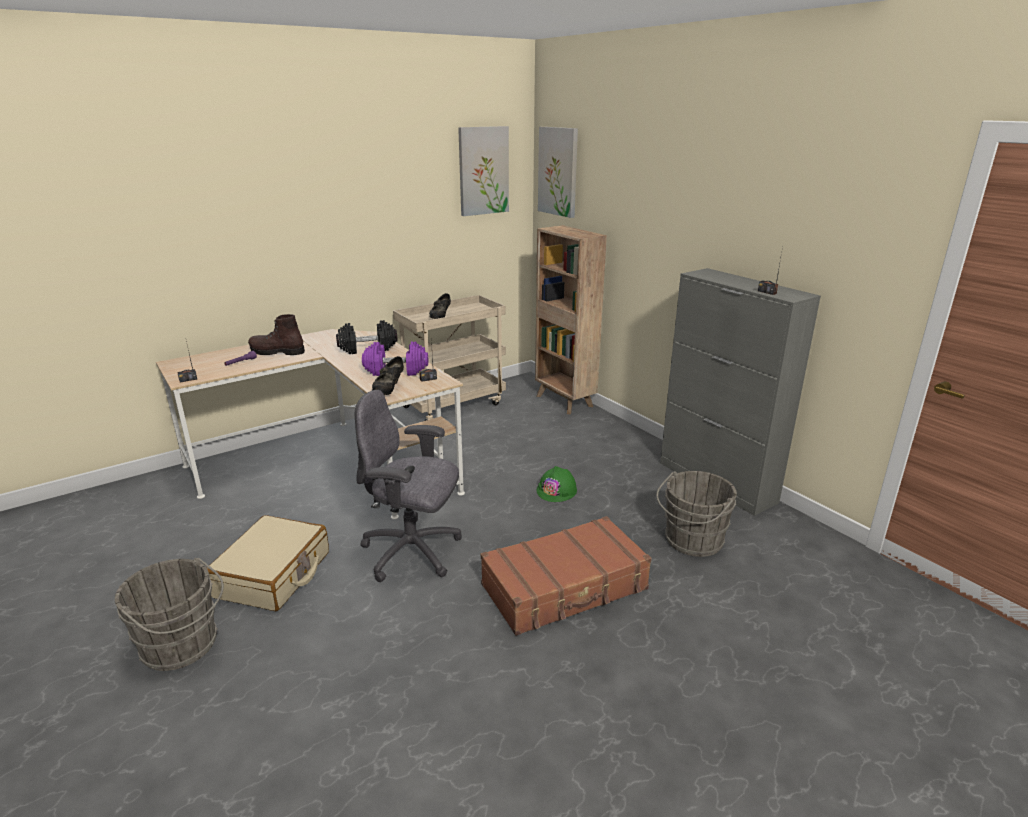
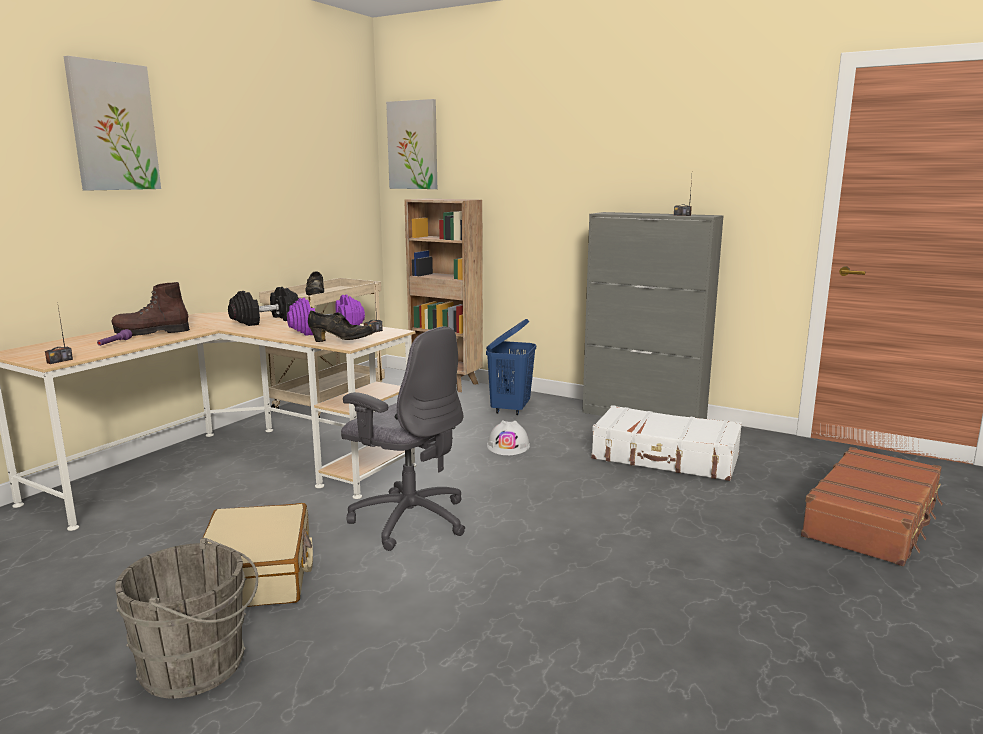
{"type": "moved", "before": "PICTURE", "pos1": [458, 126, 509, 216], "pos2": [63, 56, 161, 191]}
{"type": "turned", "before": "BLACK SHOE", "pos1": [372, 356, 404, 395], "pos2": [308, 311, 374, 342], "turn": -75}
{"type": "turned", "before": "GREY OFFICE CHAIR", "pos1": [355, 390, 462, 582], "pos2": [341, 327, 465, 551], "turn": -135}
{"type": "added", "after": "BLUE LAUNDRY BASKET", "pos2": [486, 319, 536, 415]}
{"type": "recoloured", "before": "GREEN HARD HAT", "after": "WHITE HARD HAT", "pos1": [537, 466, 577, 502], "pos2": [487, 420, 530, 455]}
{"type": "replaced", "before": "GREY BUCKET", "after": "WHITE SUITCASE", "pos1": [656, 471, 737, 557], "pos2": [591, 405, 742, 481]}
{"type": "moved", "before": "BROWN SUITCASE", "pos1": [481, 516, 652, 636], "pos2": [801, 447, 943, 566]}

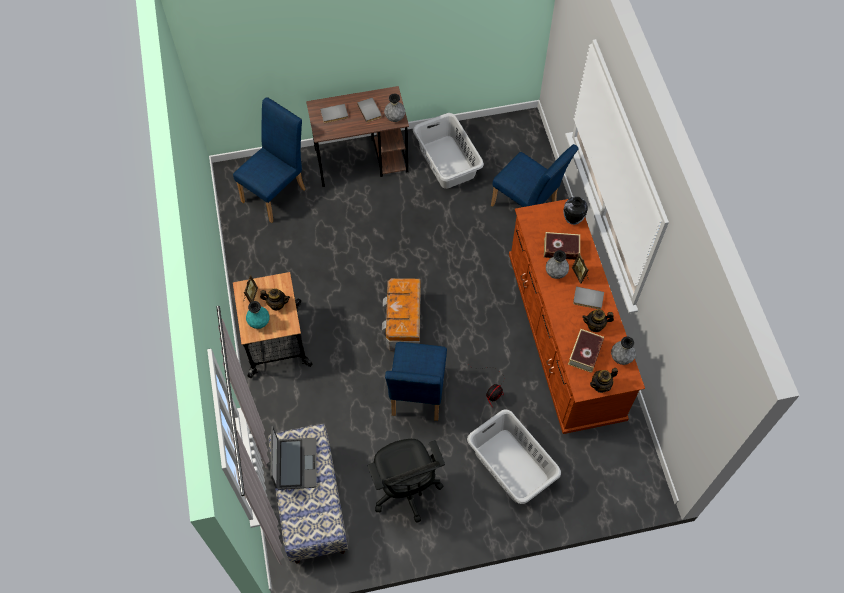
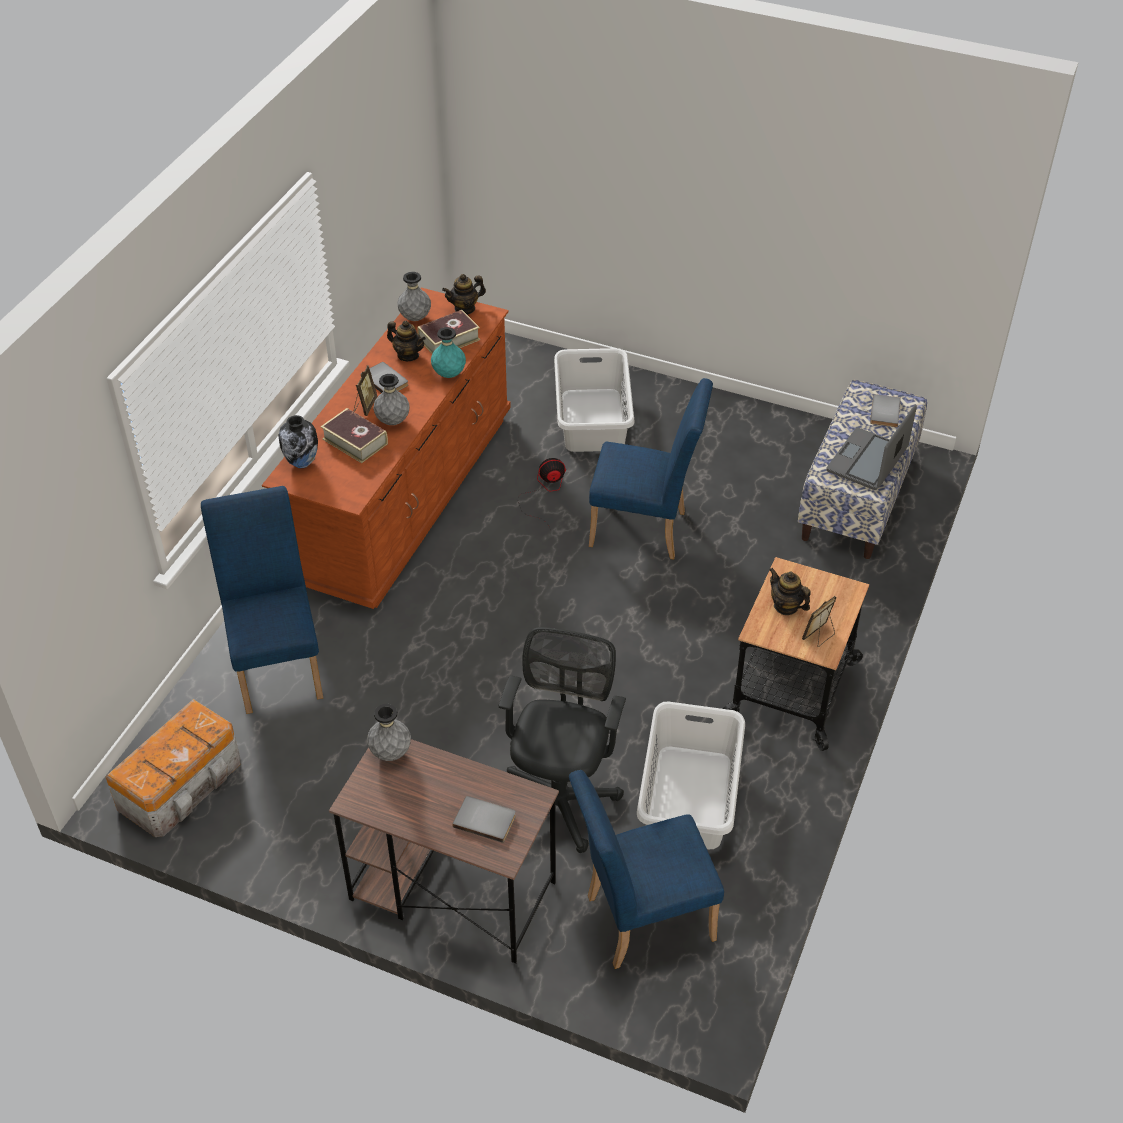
{"type": "moved", "before": "STORAGE BOX", "pos1": [382, 278, 421, 351], "pos2": [106, 699, 240, 837]}
{"type": "moved", "before": "TURQUOISE VASE", "pos1": [246, 301, 269, 329], "pos2": [431, 327, 466, 378]}
{"type": "turned", "before": "TEAPOT", "pos1": [590, 368, 618, 393], "pos2": [442, 274, 486, 315], "turn": 150}
{"type": "moved", "before": "BLACK OFFICE CHAIR", "pos1": [367, 439, 445, 523], "pos2": [499, 627, 626, 853]}
{"type": "turned", "before": "BLUE CHAIR", "pos1": [385, 342, 447, 421], "pos2": [589, 378, 713, 559], "turn": 60}
{"type": "moved", "before": "GREY LAUNDRY BASKET", "pos1": [413, 113, 484, 189], "pos2": [637, 701, 745, 849]}
{"type": "moved", "before": "GREY BOOK", "pos1": [357, 98, 382, 123], "pos2": [870, 394, 901, 427]}

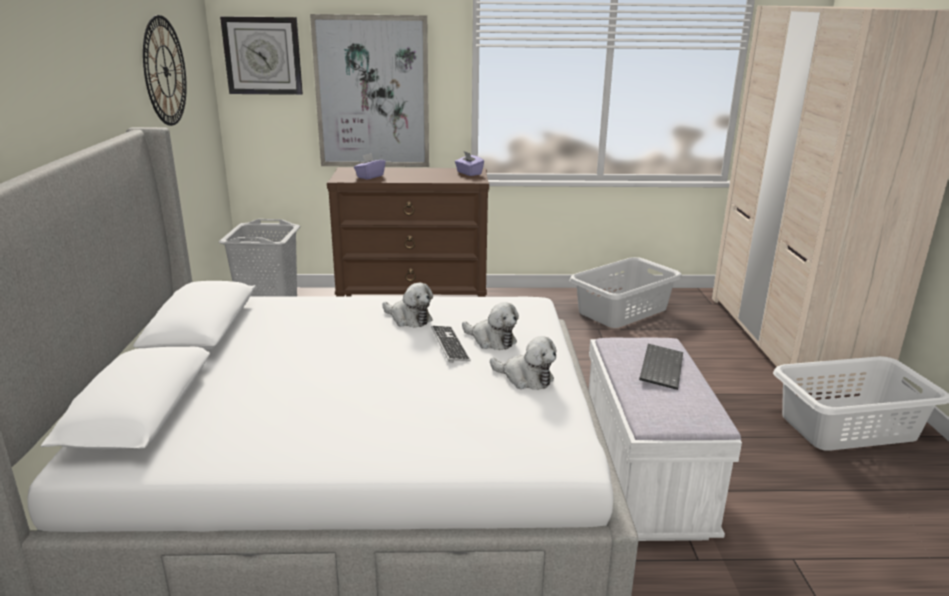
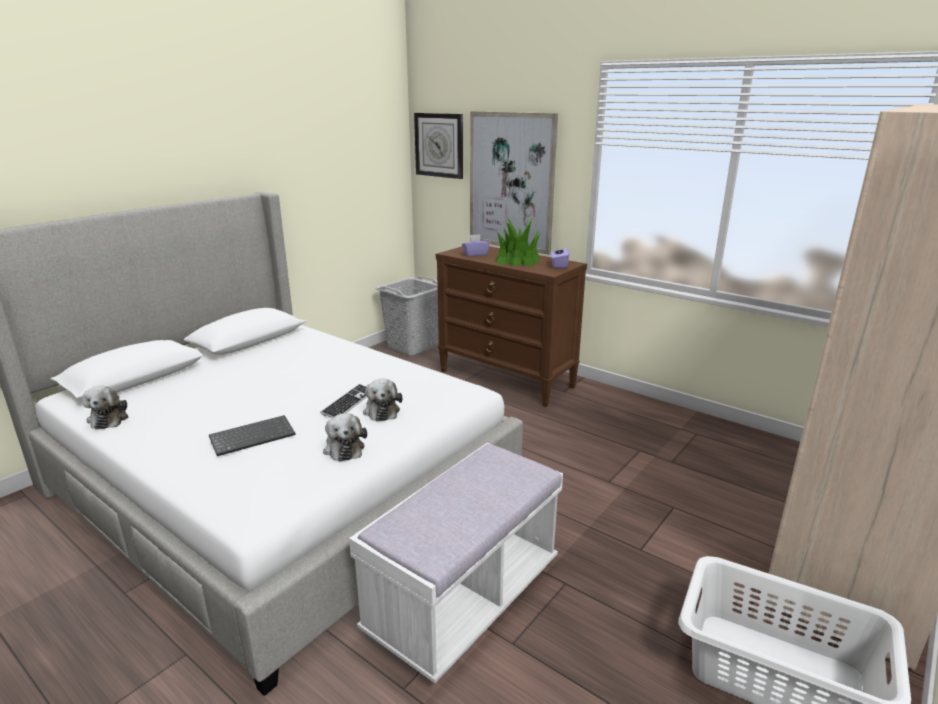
{"type": "moved", "before": "PLUSH TOY", "pos1": [382, 283, 433, 328], "pos2": [82, 386, 128, 430]}
{"type": "moved", "before": "KEYBOARD", "pos1": [639, 344, 683, 390], "pos2": [209, 415, 296, 456]}
{"type": "added", "after": "POTTED PLANT", "pos2": [496, 217, 540, 266]}
{"type": "removed", "before": "WALL CLOCK", "pos1": [143, 15, 187, 126]}
{"type": "removed", "before": "GREY LAUNDRY BASKET", "pos1": [569, 257, 682, 328]}

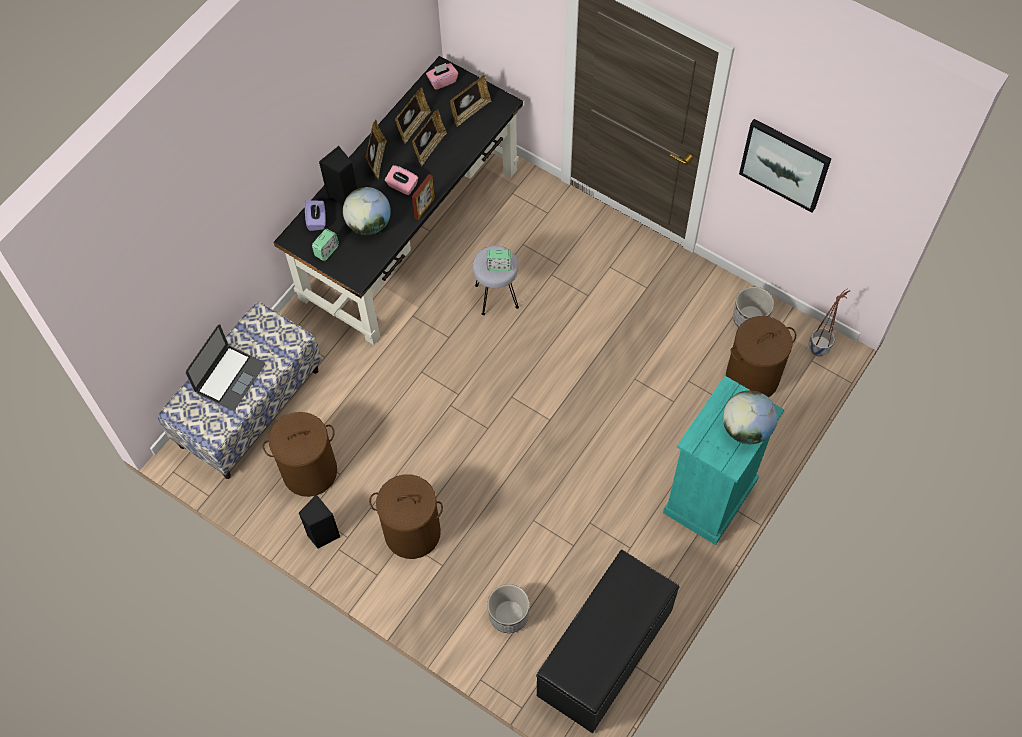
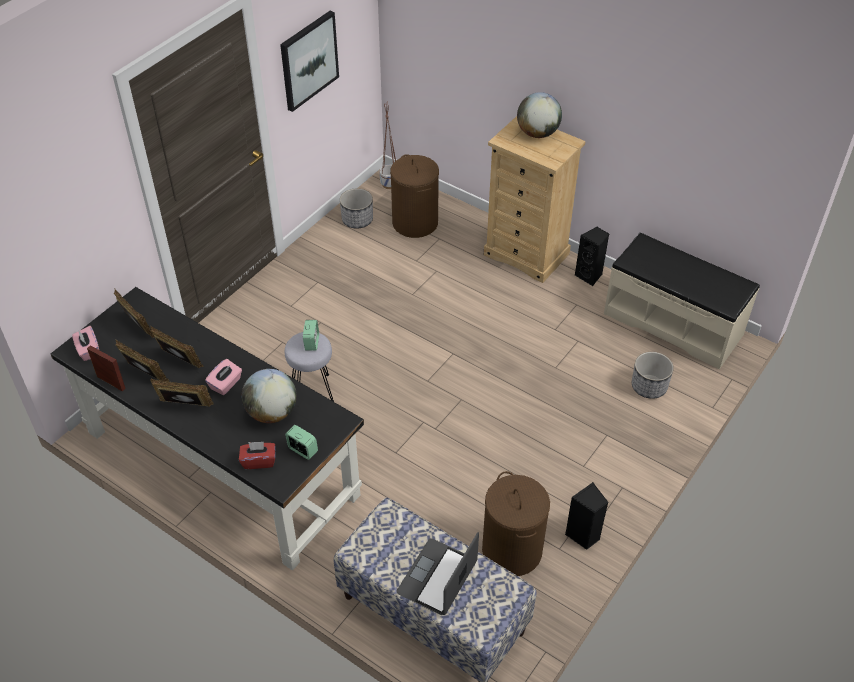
{"type": "moved", "before": "PICTURE FRAME", "pos1": [412, 174, 435, 220], "pos2": [87, 345, 125, 391]}
{"type": "recoloured", "before": "PURPLE TISSUE BOX", "after": "RED TISSUE BOX", "pos1": [305, 200, 326, 231], "pos2": [239, 442, 275, 469]}
{"type": "turned", "before": "LAPTOP", "pos1": [186, 324, 265, 411], "pos2": [396, 532, 479, 615], "turn": -90}
{"type": "recoloured", "before": "TURQUOISE DRESSER", "after": "BEIGE DRESSER", "pos1": [663, 376, 784, 545], "pos2": [484, 116, 585, 283]}
{"type": "moved", "before": "BLACK SPEAKER", "pos1": [319, 146, 357, 206], "pos2": [575, 227, 609, 286]}
{"type": "recoloured", "before": "BLACK BENCH", "after": "BEIGE BENCH", "pos1": [536, 550, 679, 733], "pos2": [604, 233, 760, 369]}
{"type": "removed", "before": "BROWN LAUNDRY BASKET", "pos1": [369, 474, 443, 559]}

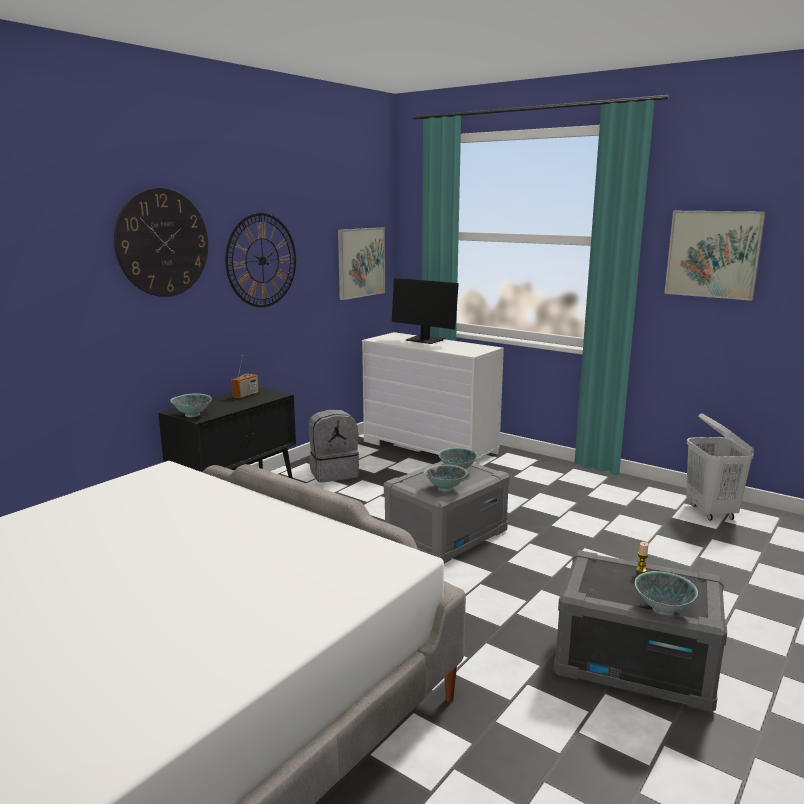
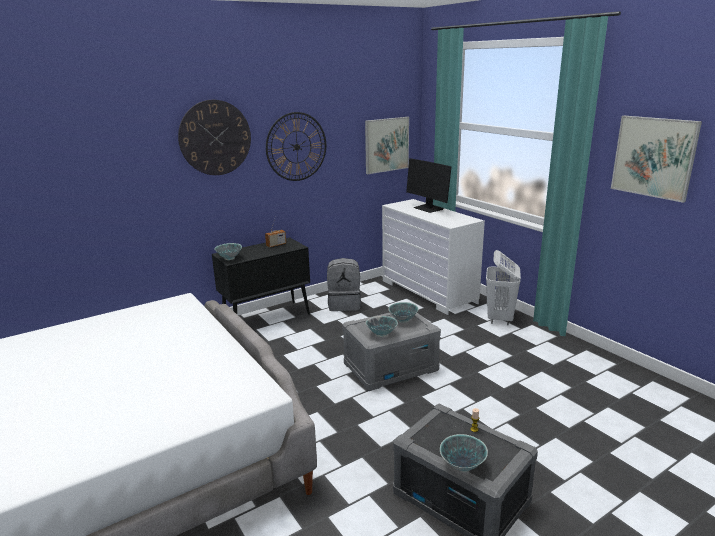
{"type": "moved", "before": "WHITE LAUNDRY BASKET", "pos1": [686, 413, 754, 521], "pos2": [486, 250, 521, 325]}

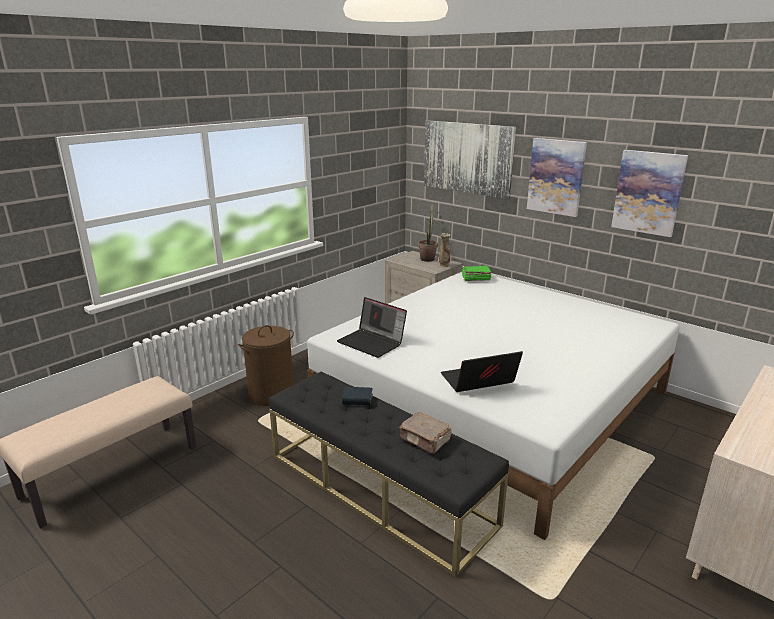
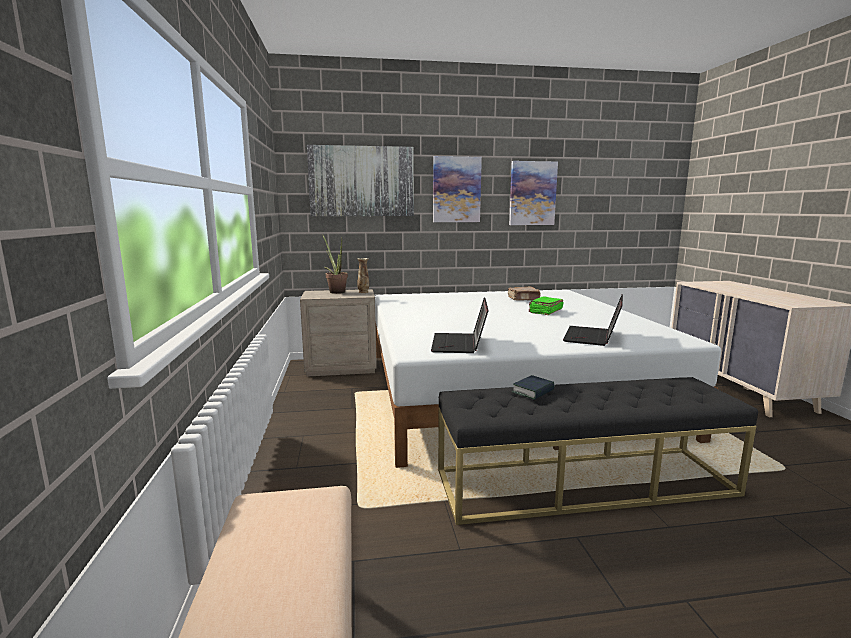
{"type": "turned", "before": "LAPTOP", "pos1": [337, 297, 407, 358], "pos2": [431, 297, 489, 353], "turn": 105}
{"type": "moved", "before": "BROWN BOOK", "pos1": [398, 412, 452, 454], "pos2": [508, 286, 541, 300]}
{"type": "moved", "before": "GREEN BOOK", "pos1": [462, 266, 491, 281], "pos2": [529, 297, 564, 315]}
{"type": "removed", "before": "BROWN LAUNDRY BASKET", "pos1": [238, 325, 294, 406]}

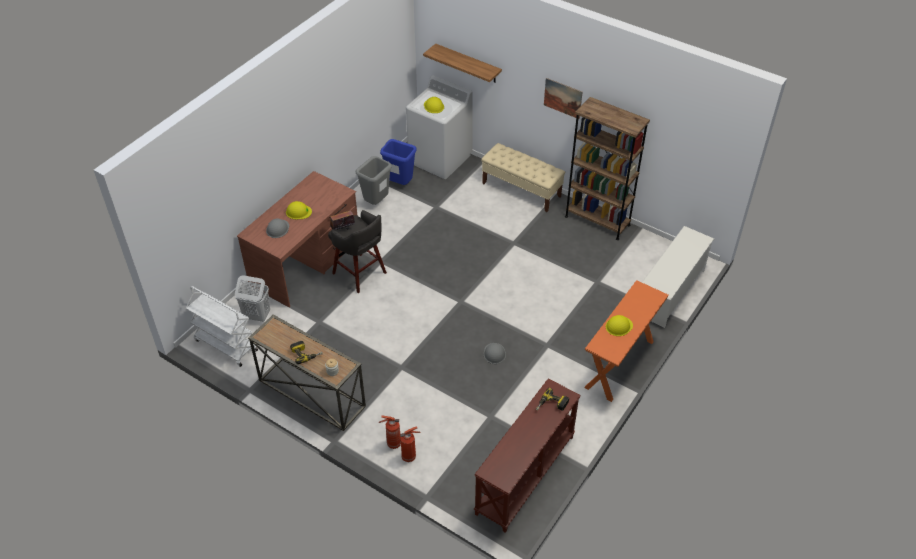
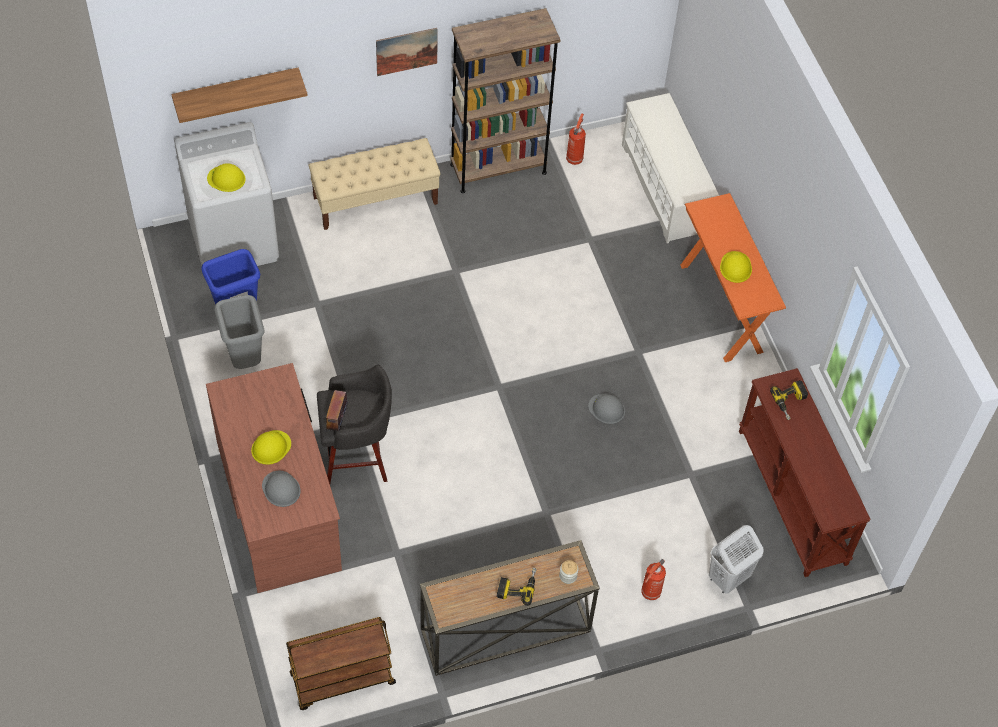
{"type": "recoloured", "before": "WHITE CART", "after": "BROWN CART", "pos1": [186, 286, 258, 367], "pos2": [286, 617, 396, 710]}
{"type": "moved", "before": "FIRE EXTINGUISHER", "pos1": [400, 426, 421, 462], "pos2": [566, 113, 586, 165]}
{"type": "moved", "before": "WHITE LAUNDRY BASKET", "pos1": [235, 275, 270, 322], "pos2": [709, 525, 764, 594]}

